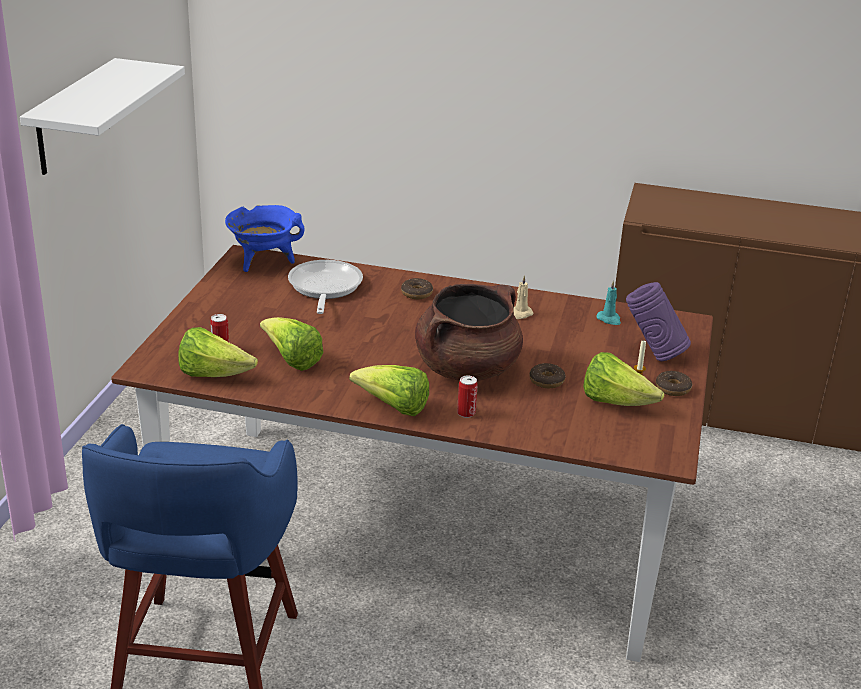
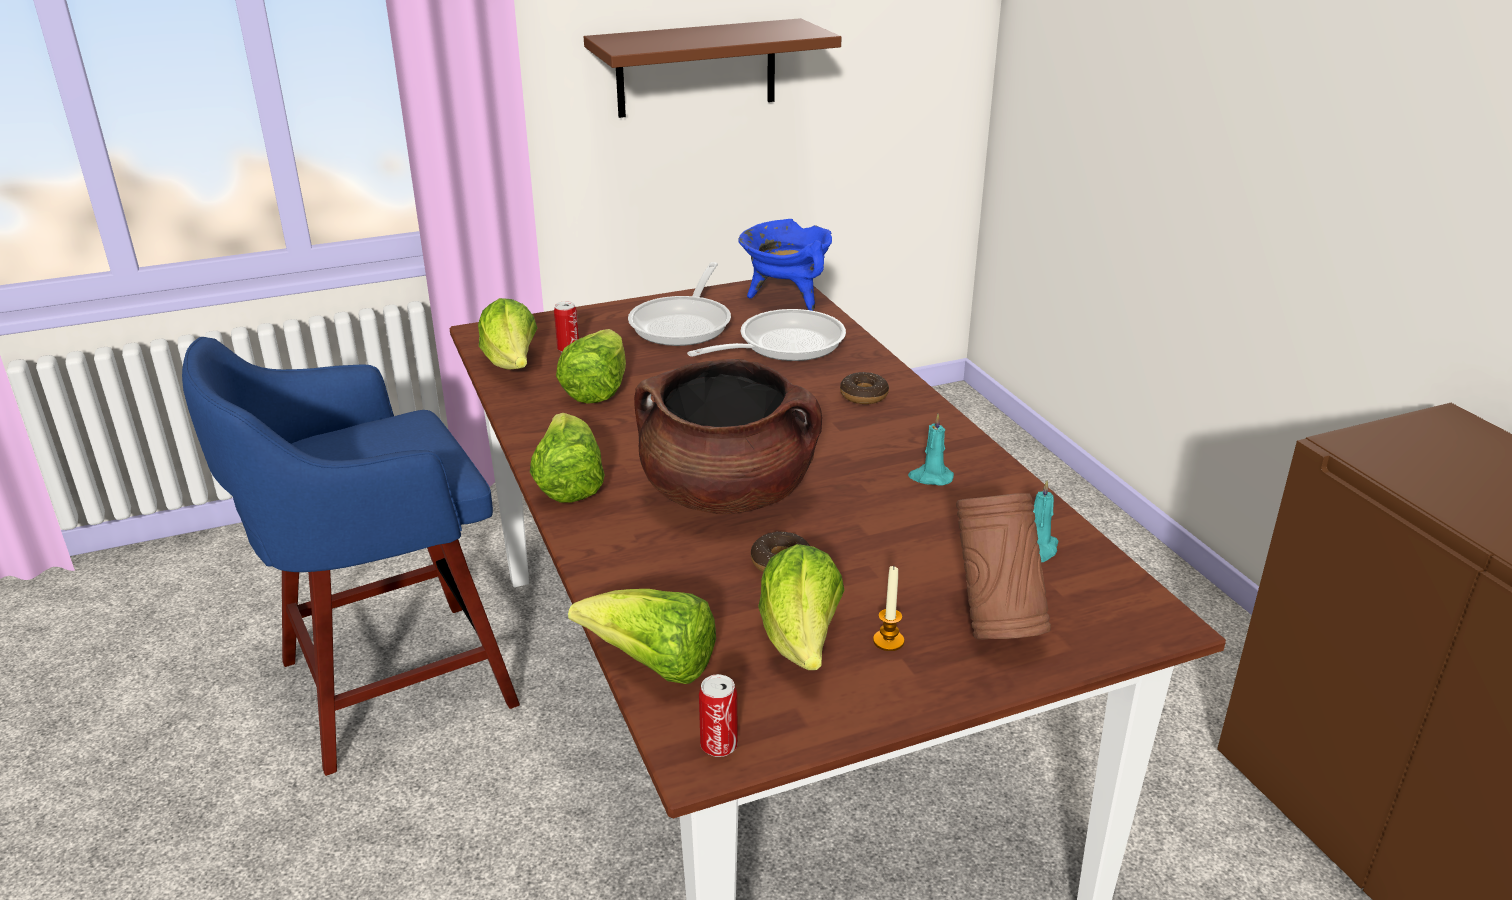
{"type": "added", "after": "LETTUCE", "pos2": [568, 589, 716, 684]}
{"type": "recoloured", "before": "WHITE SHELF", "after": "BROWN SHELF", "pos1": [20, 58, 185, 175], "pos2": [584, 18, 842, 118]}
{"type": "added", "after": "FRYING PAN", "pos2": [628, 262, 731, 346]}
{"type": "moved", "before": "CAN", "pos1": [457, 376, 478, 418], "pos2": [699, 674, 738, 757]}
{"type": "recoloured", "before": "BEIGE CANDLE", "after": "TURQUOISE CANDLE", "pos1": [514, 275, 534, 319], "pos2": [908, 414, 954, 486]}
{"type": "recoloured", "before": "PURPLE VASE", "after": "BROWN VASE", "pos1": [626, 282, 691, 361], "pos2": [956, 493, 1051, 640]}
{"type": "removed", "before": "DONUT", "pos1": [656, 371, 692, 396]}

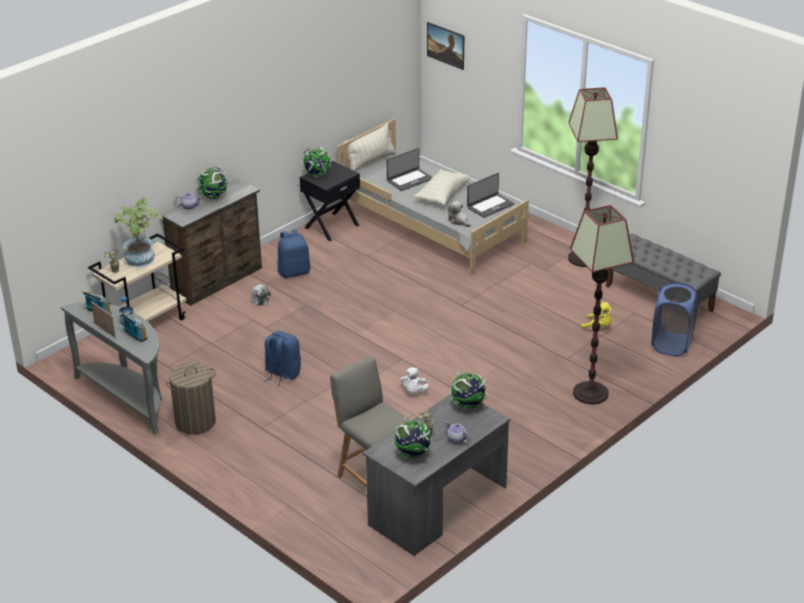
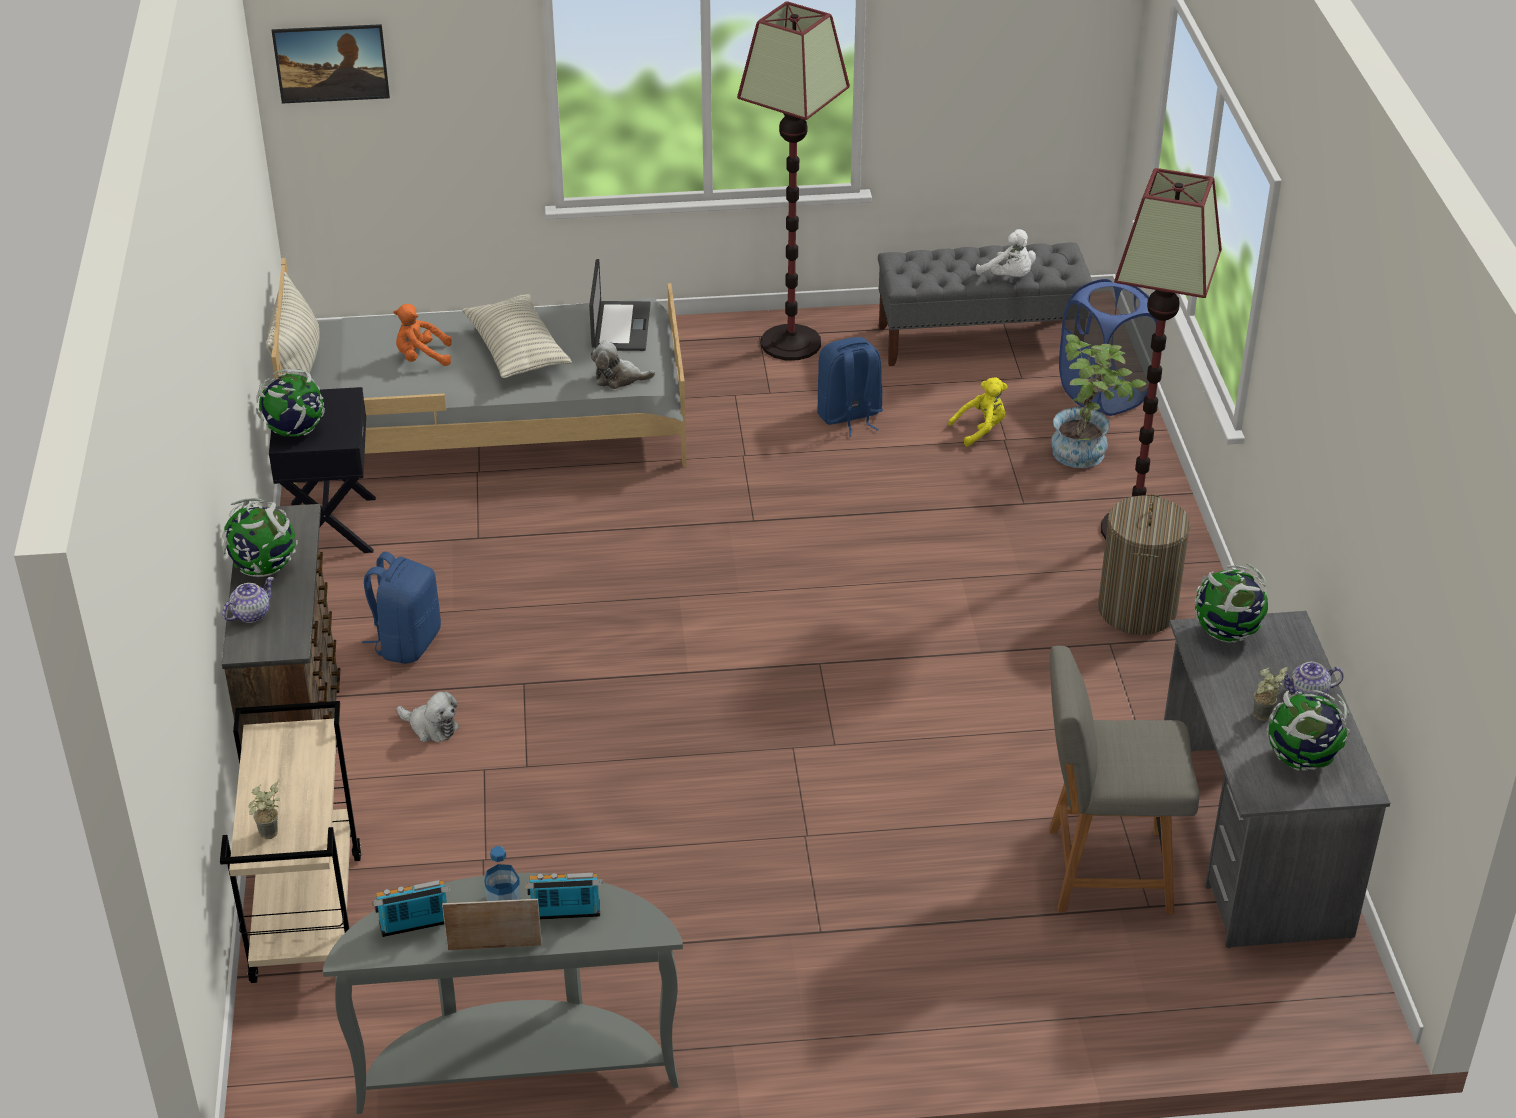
{"type": "replaced", "before": "LAPTOP", "after": "ORANGE PLUSH TOY", "pos1": [387, 148, 433, 191], "pos2": [393, 304, 452, 366]}
{"type": "moved", "before": "BLUE BACKPACK", "pos1": [264, 331, 301, 386], "pos2": [817, 337, 883, 437]}
{"type": "moved", "before": "WHITE PLUSH TOY", "pos1": [400, 367, 429, 393], "pos2": [976, 229, 1036, 277]}
{"type": "moved", "before": "POTTED PLANT", "pos1": [113, 197, 163, 267], "pos2": [1051, 334, 1146, 468]}
{"type": "moved", "before": "LAUNDRY BASKET", "pos1": [166, 362, 216, 435], "pos2": [1098, 494, 1191, 635]}

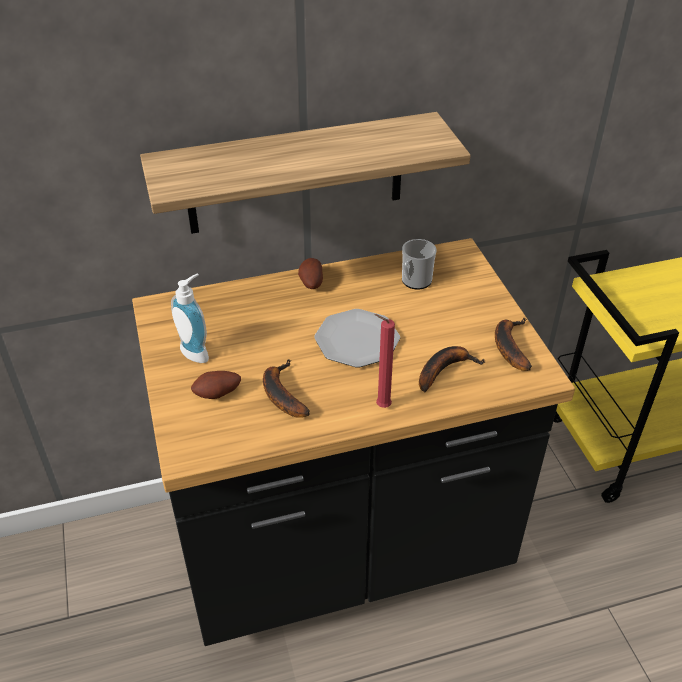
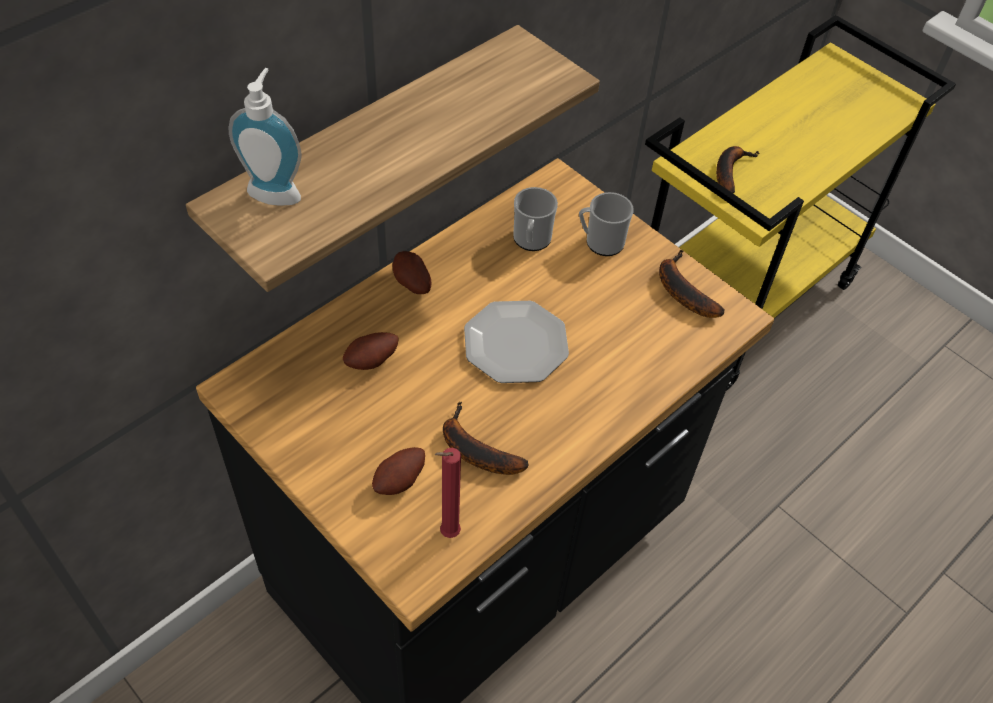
{"type": "moved", "before": "SOAP DISPENSER", "pos1": [171, 273, 209, 363], "pos2": [229, 68, 302, 206]}
{"type": "added", "after": "POTATO", "pos2": [343, 332, 399, 370]}
{"type": "moved", "before": "RED CANDLE", "pos1": [374, 314, 395, 408], "pos2": [435, 448, 461, 538]}
{"type": "added", "after": "MUG", "pos2": [579, 192, 634, 256]}
{"type": "moved", "before": "BANANA", "pos1": [419, 346, 485, 392], "pos2": [716, 146, 760, 194]}

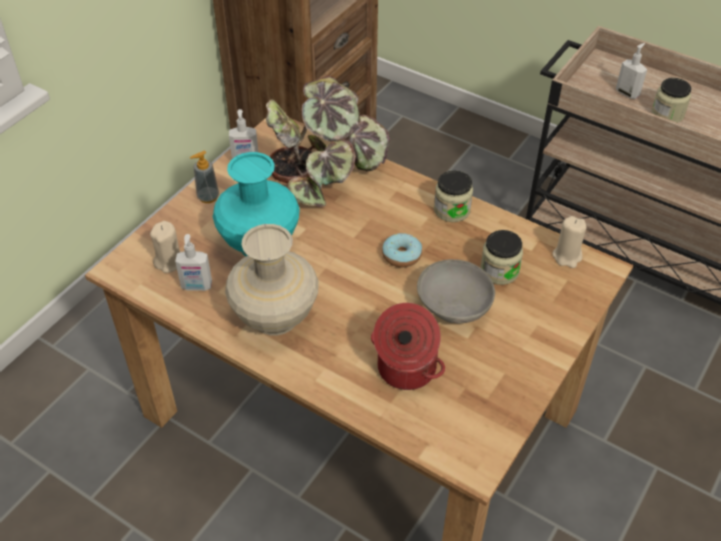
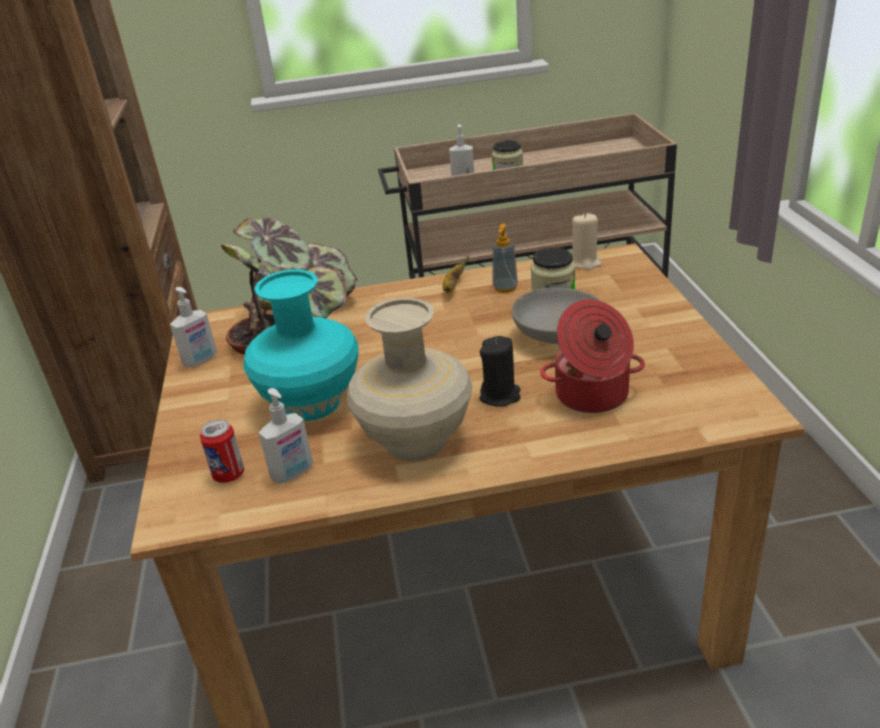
{"type": "replaced", "before": "BEIGE CANDLE", "after": "CAN", "pos1": [150, 221, 180, 273], "pos2": [200, 420, 244, 483]}
{"type": "replaced", "before": "JAR", "after": "BANANA", "pos1": [434, 171, 473, 222], "pos2": [442, 256, 469, 293]}
{"type": "added", "after": "BLACK CANDLE", "pos2": [480, 336, 521, 407]}
{"type": "moved", "before": "SOAP DISPENSER", "pos1": [190, 151, 219, 203], "pos2": [492, 224, 518, 293]}
{"type": "removed", "before": "DONUT", "pos1": [382, 233, 422, 268]}

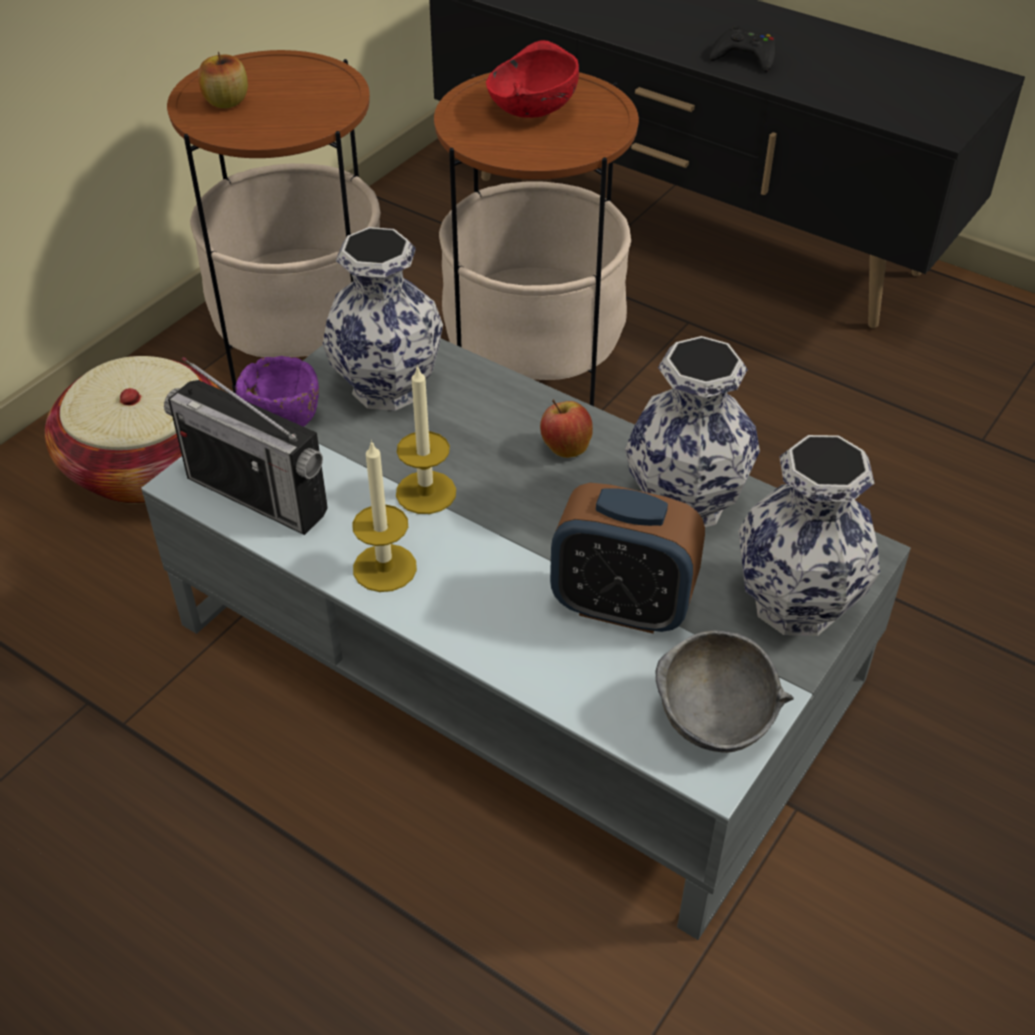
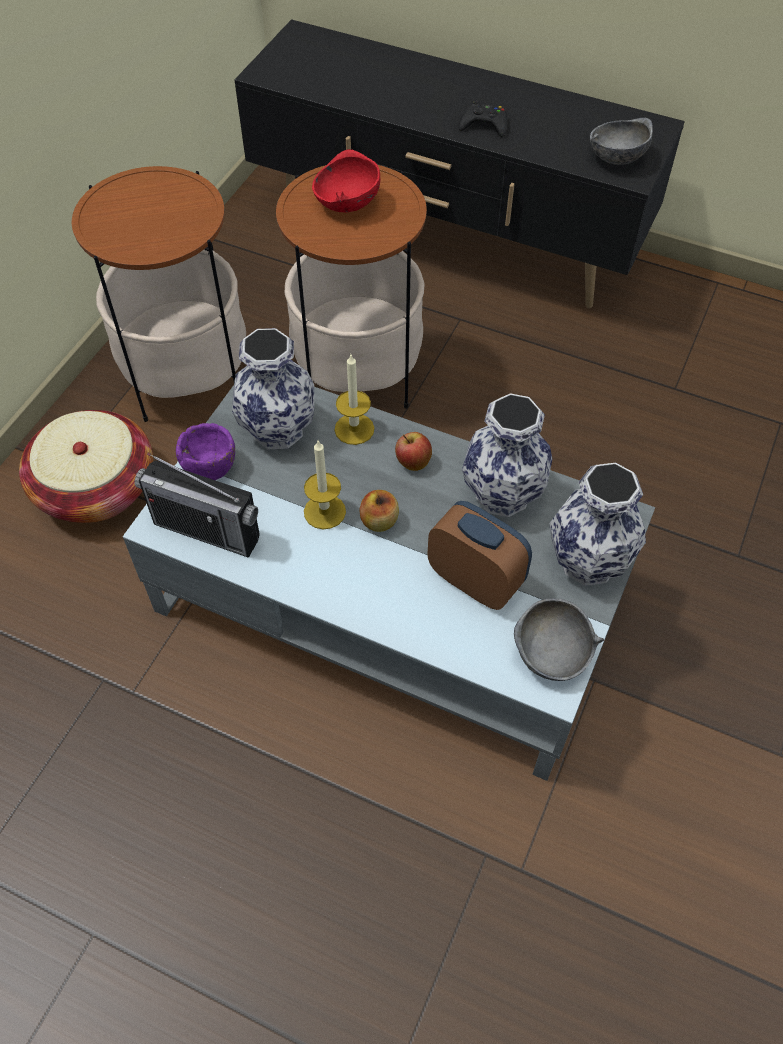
{"type": "moved", "before": "CANDLE", "pos1": [352, 440, 417, 592], "pos2": [335, 355, 374, 445]}
{"type": "moved", "before": "APPLE", "pos1": [198, 52, 248, 108], "pos2": [359, 490, 399, 532]}
{"type": "turned", "before": "ALARM CLOCK", "pos1": [550, 483, 705, 634], "pos2": [427, 501, 532, 610], "turn": -150}
{"type": "added", "after": "GREY BOWL", "pos2": [590, 118, 653, 165]}

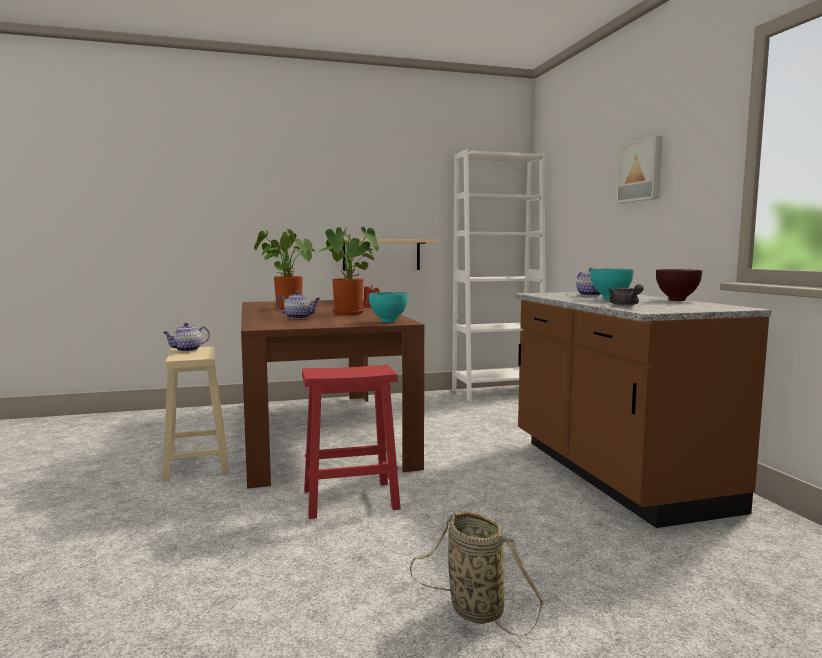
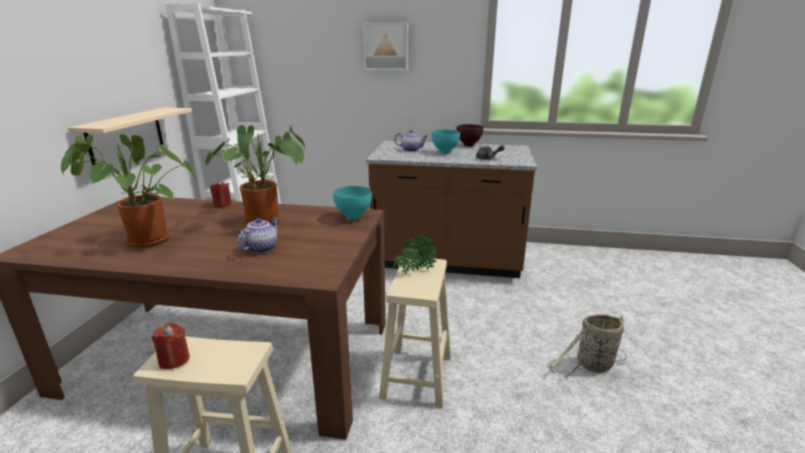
{"type": "replaced", "before": "TEAPOT", "after": "RED CANDLE", "pos1": [163, 323, 210, 351], "pos2": [152, 323, 190, 369]}
{"type": "recoloured", "before": "RED STOOL", "after": "BEIGE STOOL", "pos1": [302, 365, 401, 519], "pos2": [379, 258, 451, 408]}
{"type": "added", "after": "POTTED PLANT", "pos2": [393, 234, 437, 275]}

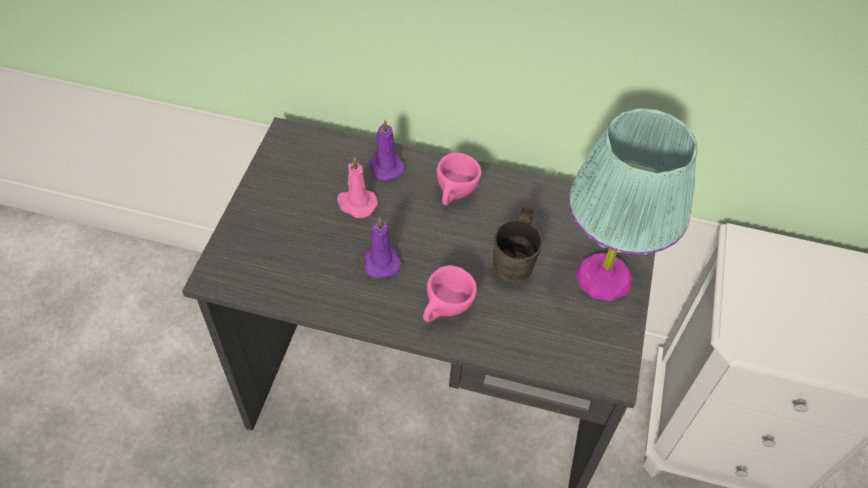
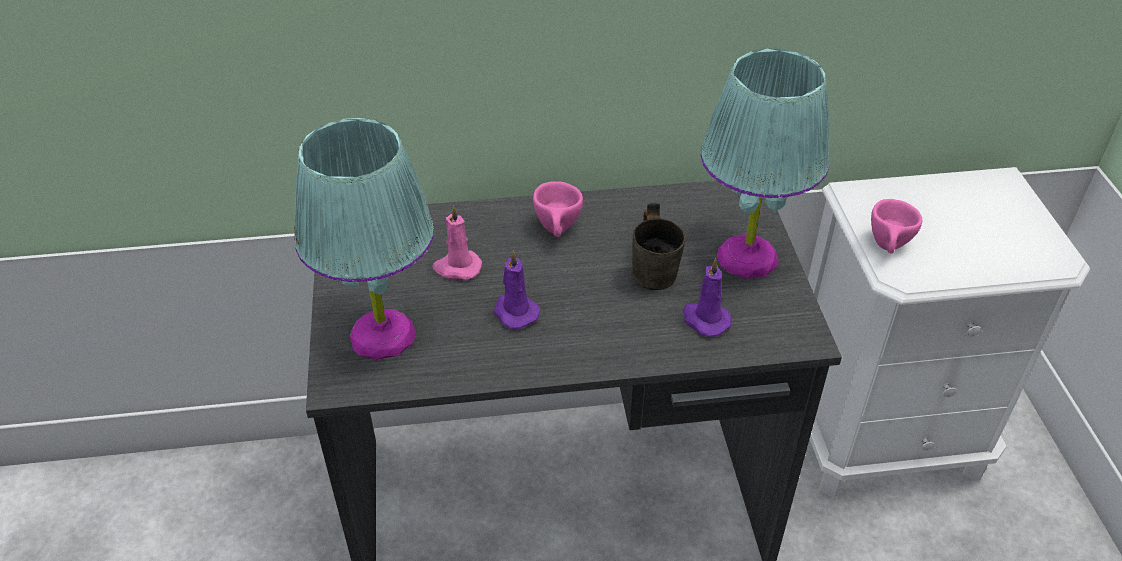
{"type": "added", "after": "TURQUOISE TABLE LAMP", "pos2": [294, 118, 435, 360]}
{"type": "moved", "before": "PURPLE CANDLE", "pos1": [369, 120, 405, 181], "pos2": [683, 258, 732, 337]}
{"type": "moved", "before": "PINK CUP", "pos1": [423, 265, 477, 322], "pos2": [871, 199, 922, 254]}

